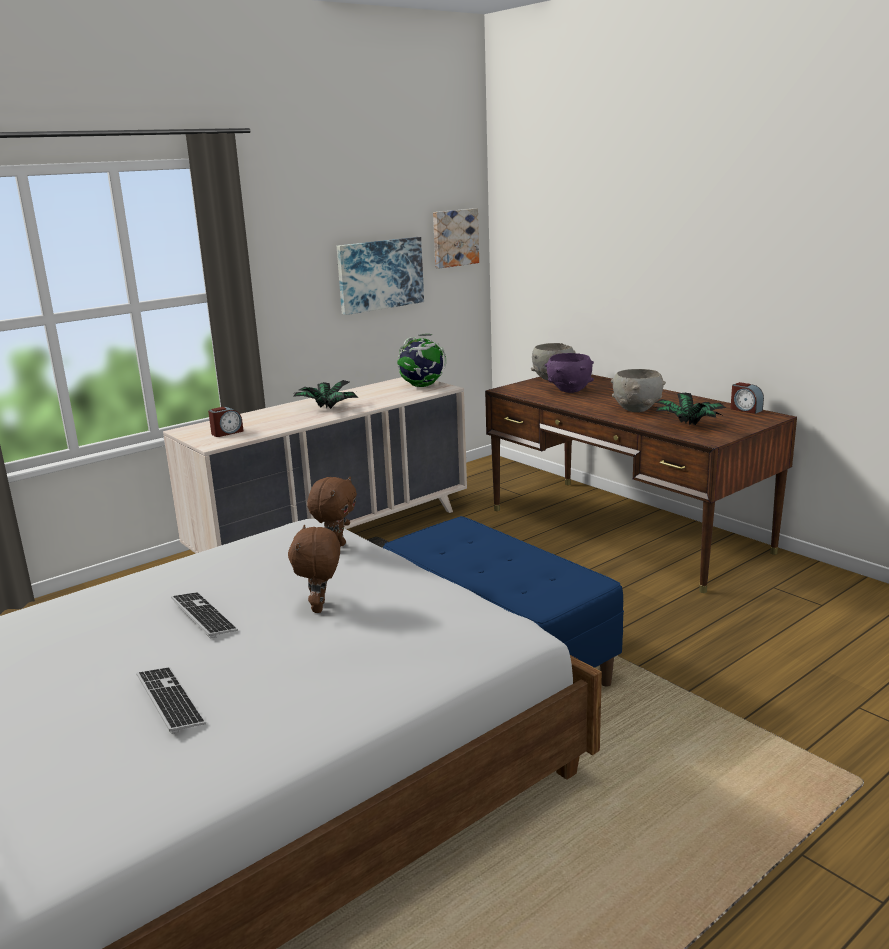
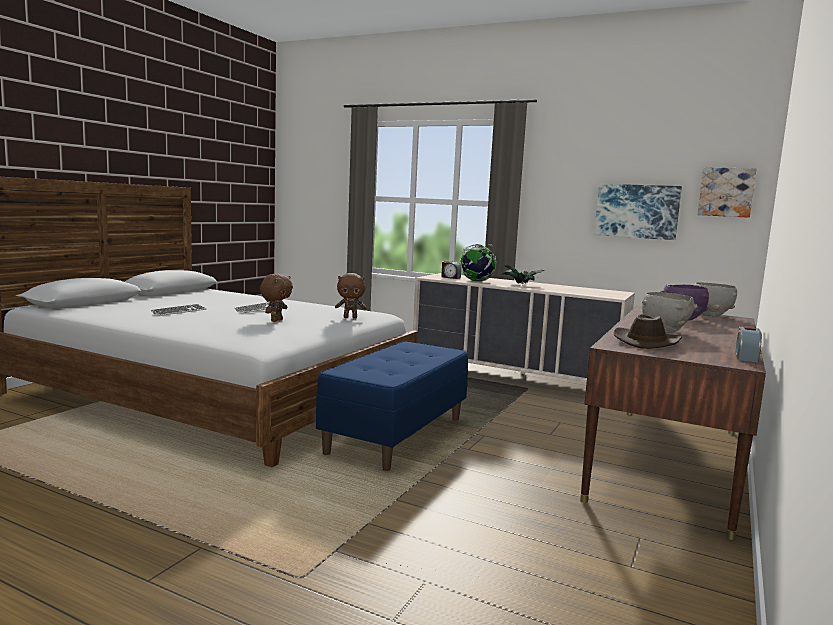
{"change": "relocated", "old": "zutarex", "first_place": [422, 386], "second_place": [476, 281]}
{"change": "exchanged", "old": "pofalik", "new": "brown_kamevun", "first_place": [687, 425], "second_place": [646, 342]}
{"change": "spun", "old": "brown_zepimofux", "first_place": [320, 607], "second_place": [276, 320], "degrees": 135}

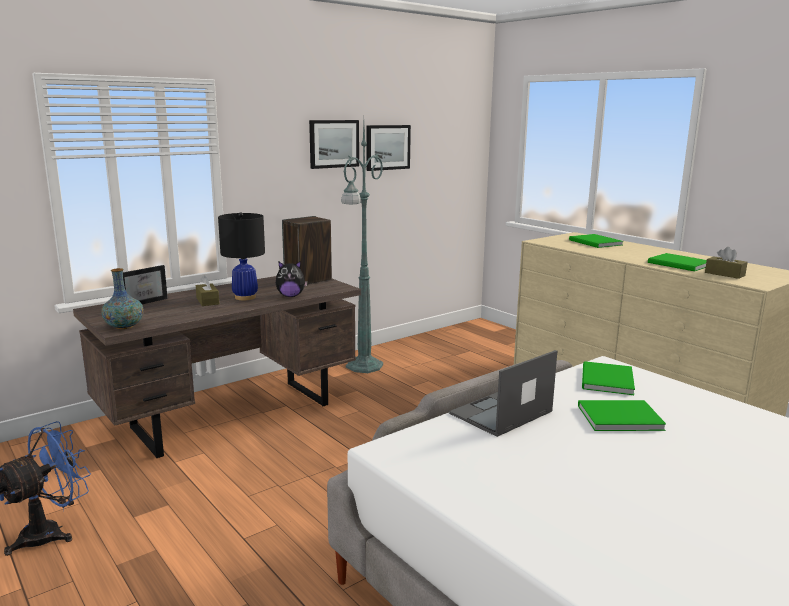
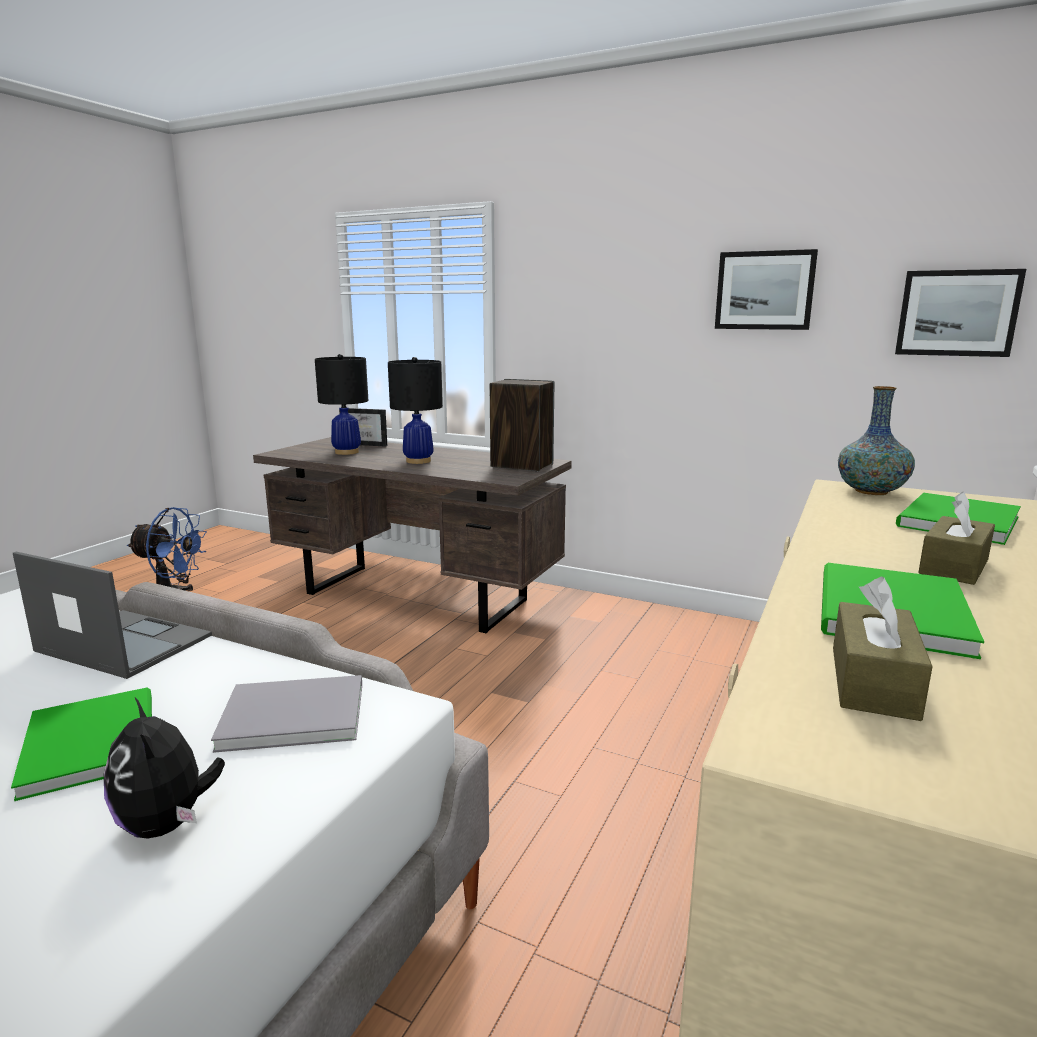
{"change": "missing", "old": "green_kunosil", "first_place": [363, 366]}
{"change": "appeared", "new": "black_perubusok", "second_place": [347, 452]}
{"change": "relocated", "old": "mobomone", "first_place": [124, 326], "second_place": [871, 491]}
{"change": "relocated", "old": "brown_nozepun", "first_place": [207, 301], "second_place": [953, 566]}
{"change": "relocated", "old": "zepimofux", "first_place": [291, 296], "second_place": [167, 823]}
{"change": "relocated", "old": "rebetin", "first_place": [334, 143], "second_place": [957, 313]}
{"change": "colour", "old": "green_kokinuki", "new": "grey_kokinuki", "first_place": [605, 380], "second_place": [289, 714]}

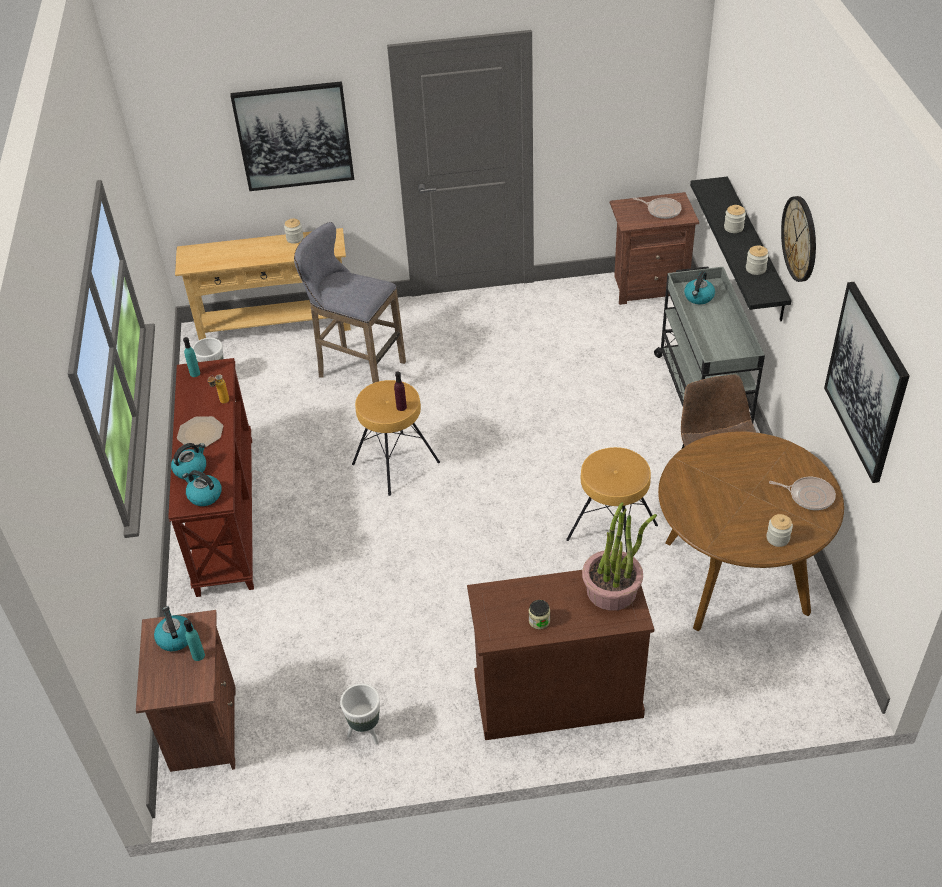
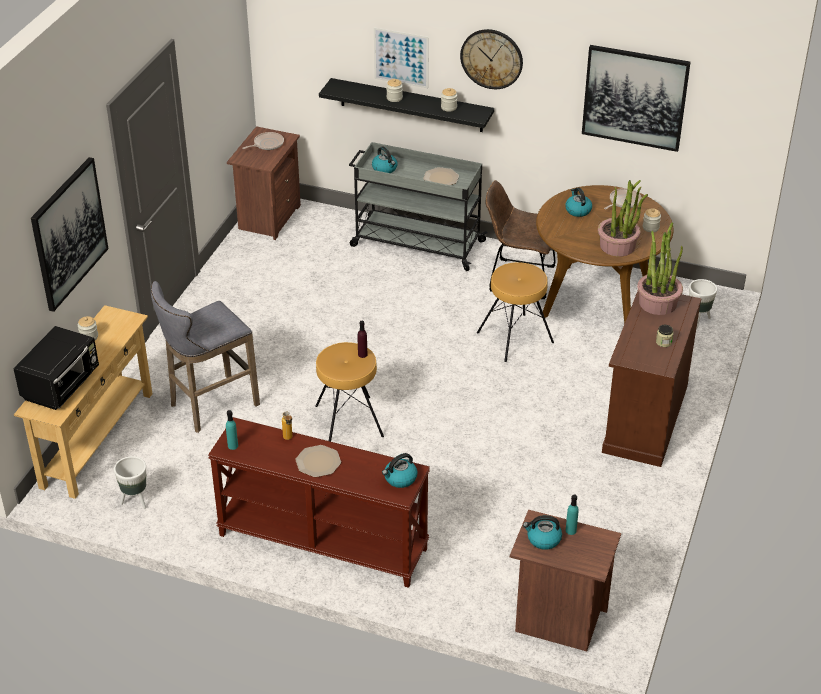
{"change": "appeared", "new": "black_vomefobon", "second_place": [62, 385]}
{"change": "appeared", "new": "rebetin", "second_place": [401, 57]}
{"change": "appeared", "new": "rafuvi", "second_place": [440, 178]}
{"change": "appeared", "new": "pofalik", "second_place": [618, 246]}
{"change": "relocated", "old": "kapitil", "first_place": [191, 469], "second_place": [577, 210]}
{"change": "relocated", "old": "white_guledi", "first_place": [365, 732], "second_place": [697, 320]}

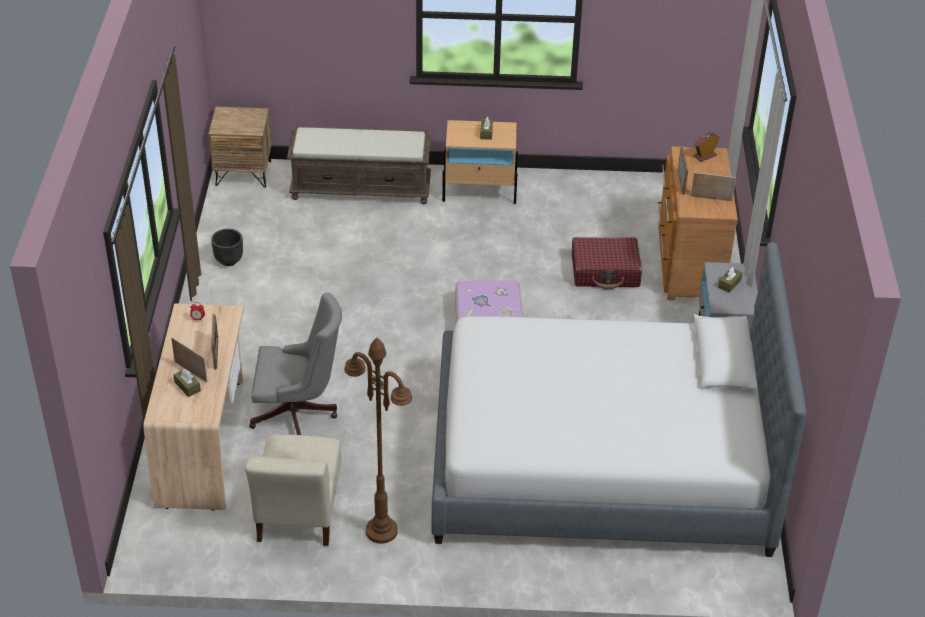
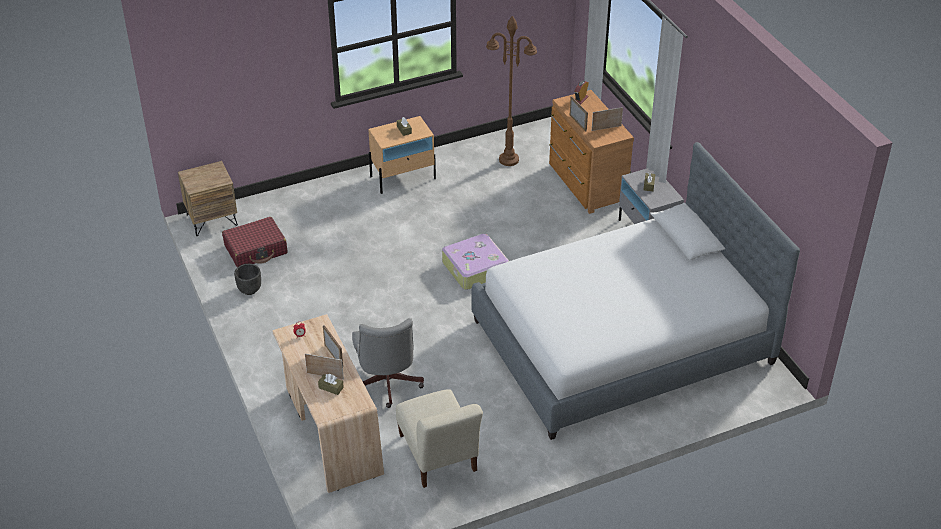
{"change": "missing", "old": "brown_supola", "first_place": [361, 188]}
{"change": "relocated", "old": "brown_kunosil", "first_place": [381, 531], "second_place": [508, 160]}
{"change": "relocated", "old": "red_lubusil", "first_place": [605, 271], "second_place": [256, 249]}
{"change": "spun", "old": "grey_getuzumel", "first_place": [298, 414], "second_place": [387, 385], "degrees": 105}

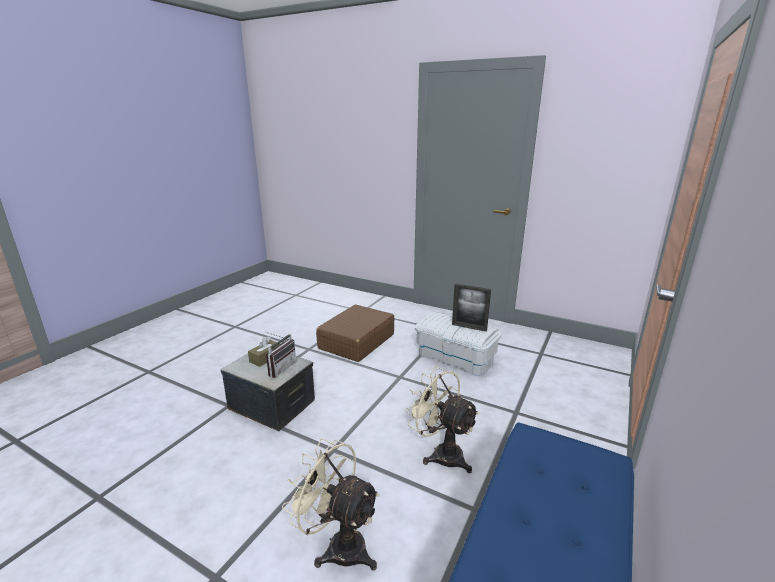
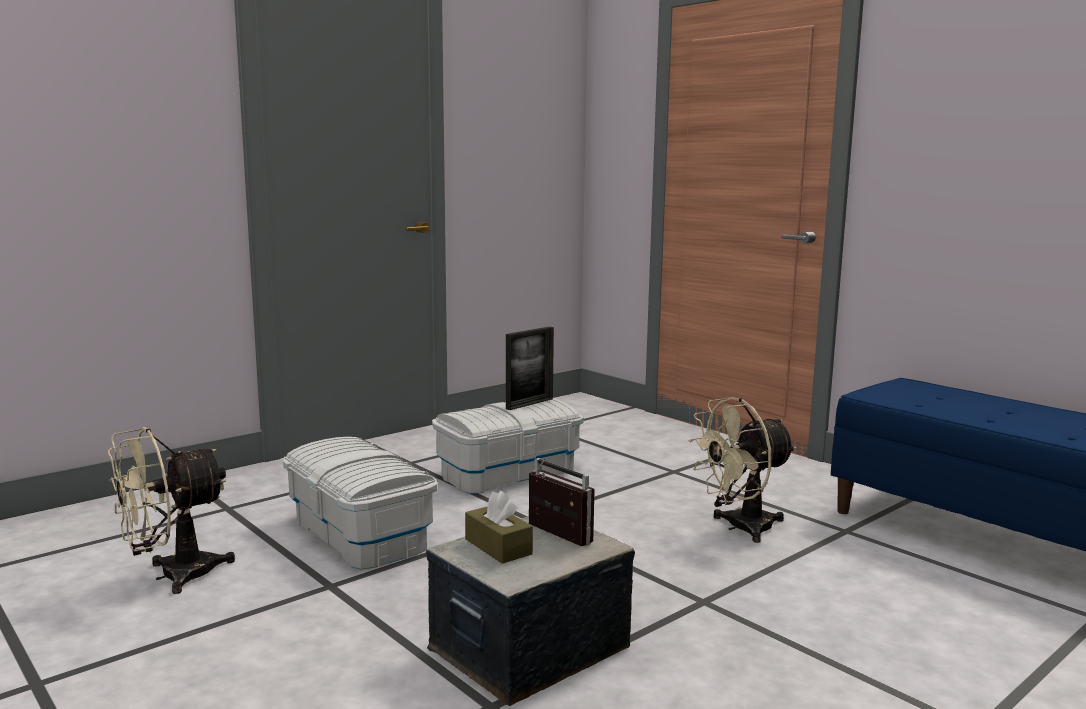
{"change": "relocated", "old": "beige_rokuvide", "first_place": [338, 545], "second_place": [172, 576]}
{"change": "exchanged", "old": "brown_lubusil", "new": "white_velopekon", "first_place": [356, 341], "second_place": [360, 534]}

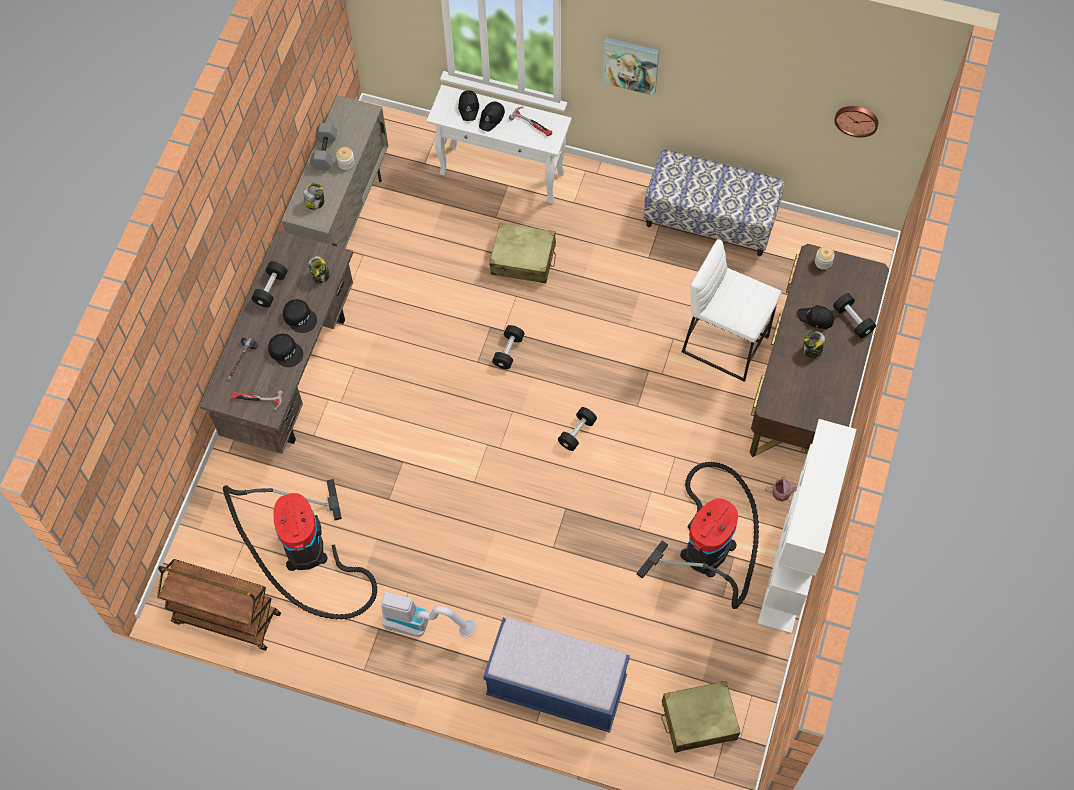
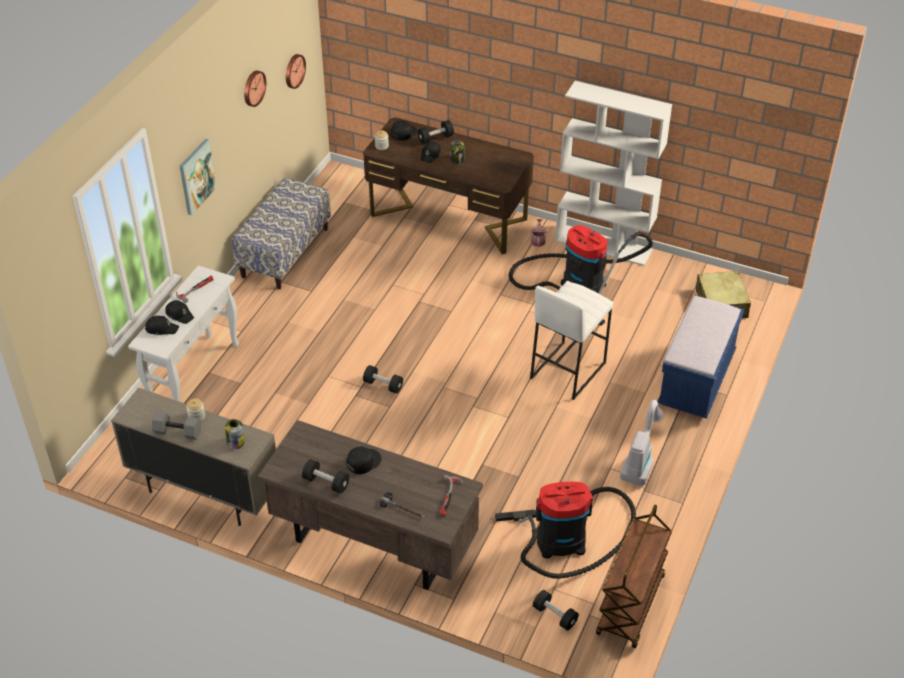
{"change": "missing", "old": "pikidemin", "first_place": [320, 275]}
{"change": "missing", "old": "beige_lubusil", "first_place": [523, 259]}
{"change": "appeared", "new": "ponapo", "second_place": [253, 88]}
{"change": "relocated", "old": "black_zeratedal", "first_place": [286, 351], "second_place": [403, 132]}
{"change": "relocated", "old": "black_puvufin", "first_place": [577, 433], "second_place": [555, 615]}
{"change": "relocated", "old": "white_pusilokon", "first_place": [725, 344], "second_place": [567, 370]}

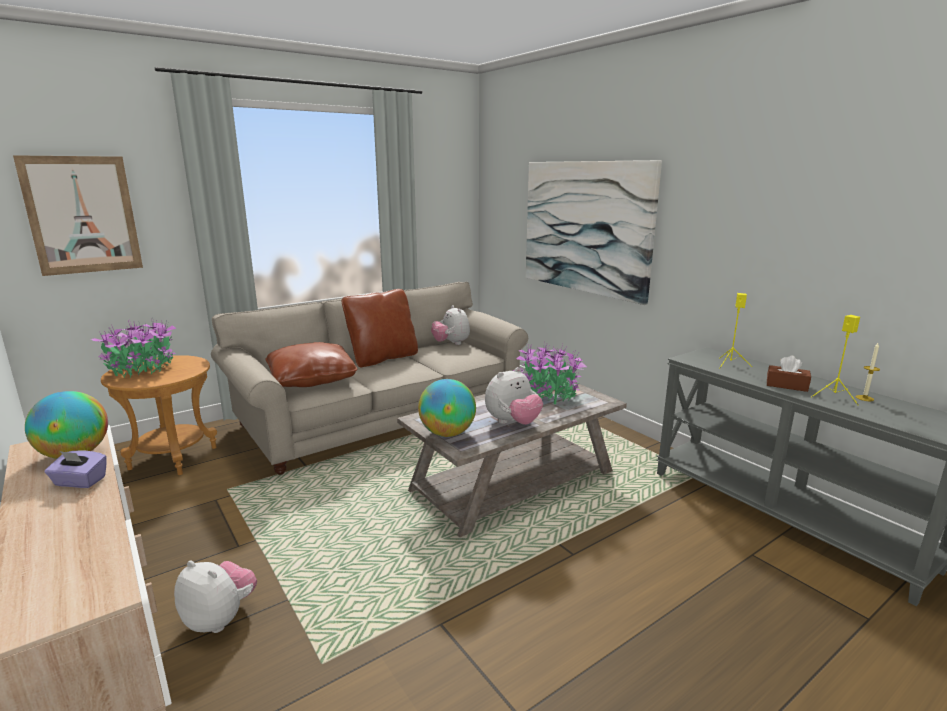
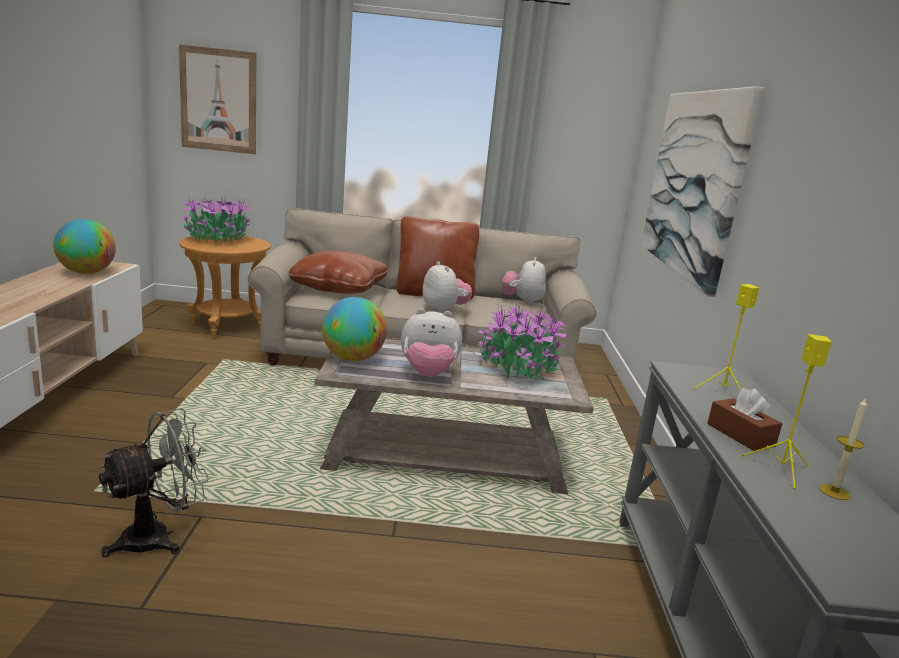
{"change": "missing", "old": "purple_nozepun", "first_place": [80, 482]}
{"change": "appeared", "new": "grey_rokuvide", "second_place": [158, 537]}
{"change": "relocated", "old": "zepimofux", "first_place": [220, 618], "second_place": [444, 310]}

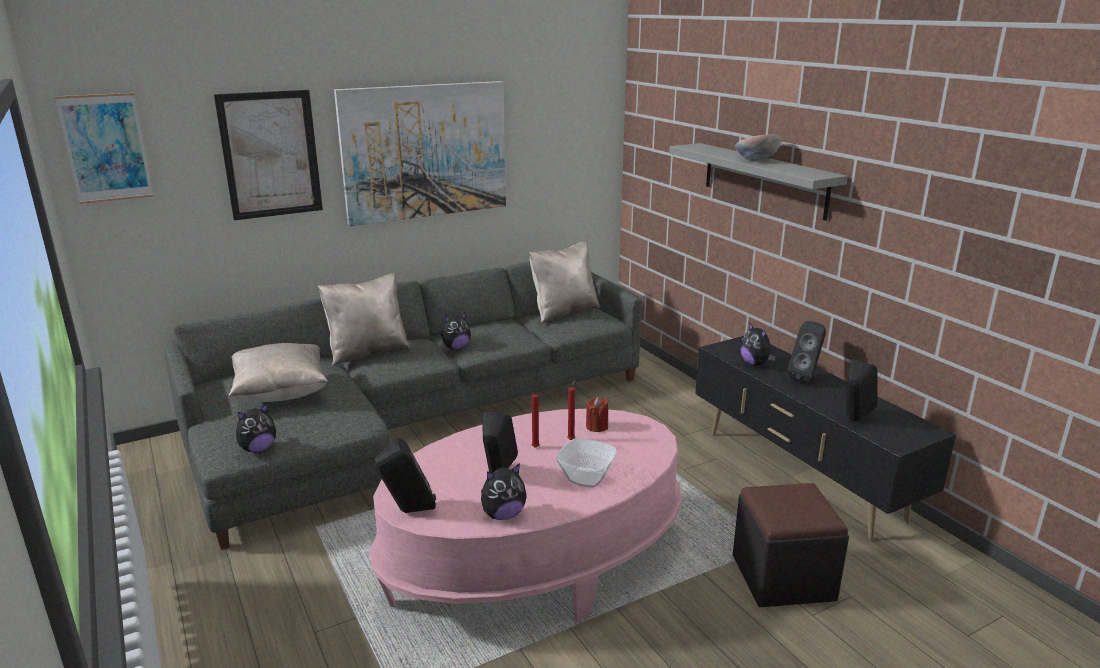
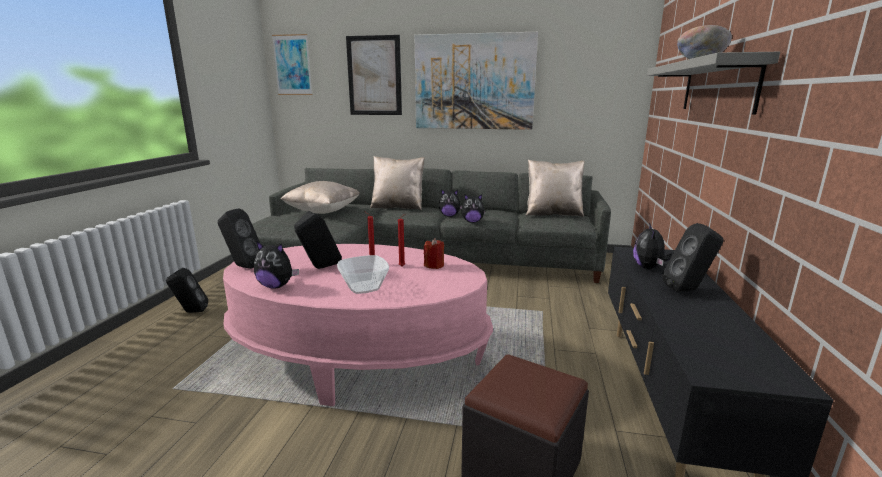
{"change": "relocated", "old": "zepimofux", "first_place": [258, 449], "second_place": [472, 222]}
{"change": "relocated", "old": "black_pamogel", "first_place": [853, 420], "second_place": [190, 312]}

